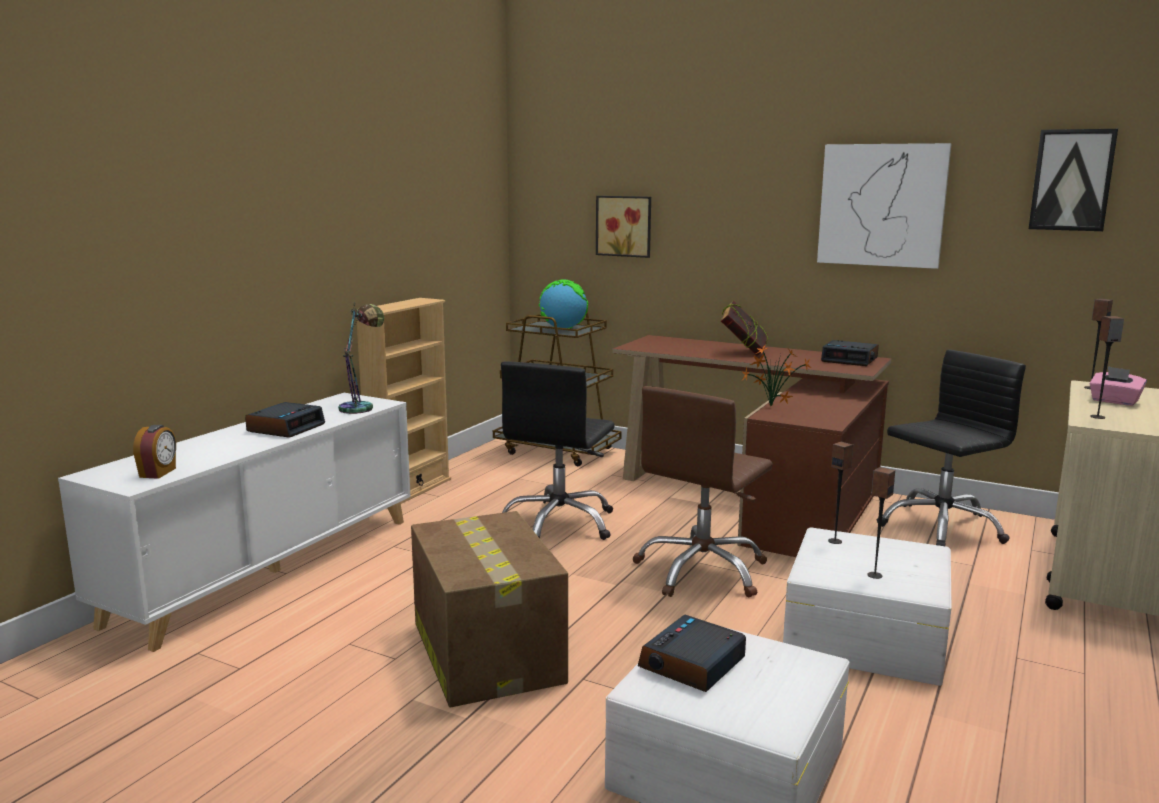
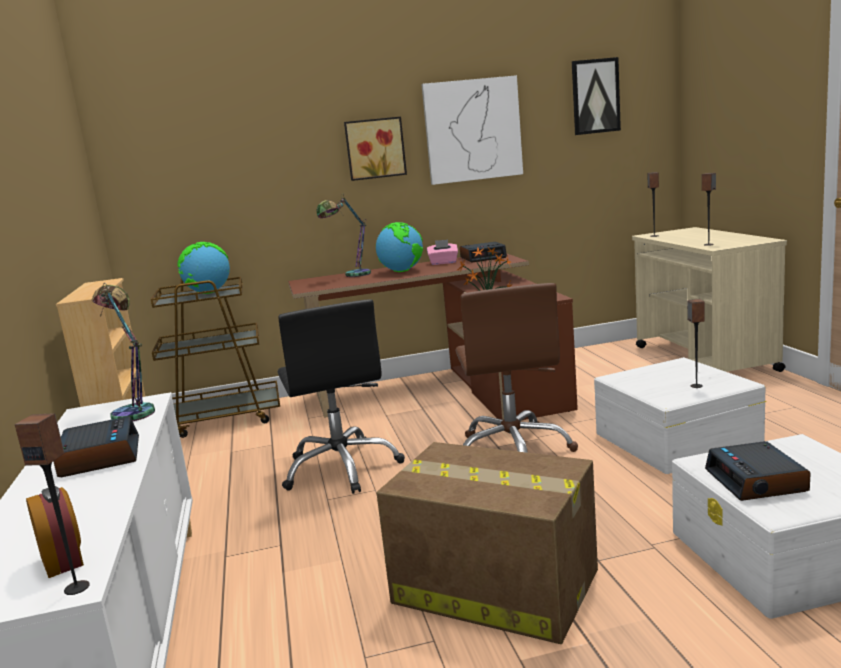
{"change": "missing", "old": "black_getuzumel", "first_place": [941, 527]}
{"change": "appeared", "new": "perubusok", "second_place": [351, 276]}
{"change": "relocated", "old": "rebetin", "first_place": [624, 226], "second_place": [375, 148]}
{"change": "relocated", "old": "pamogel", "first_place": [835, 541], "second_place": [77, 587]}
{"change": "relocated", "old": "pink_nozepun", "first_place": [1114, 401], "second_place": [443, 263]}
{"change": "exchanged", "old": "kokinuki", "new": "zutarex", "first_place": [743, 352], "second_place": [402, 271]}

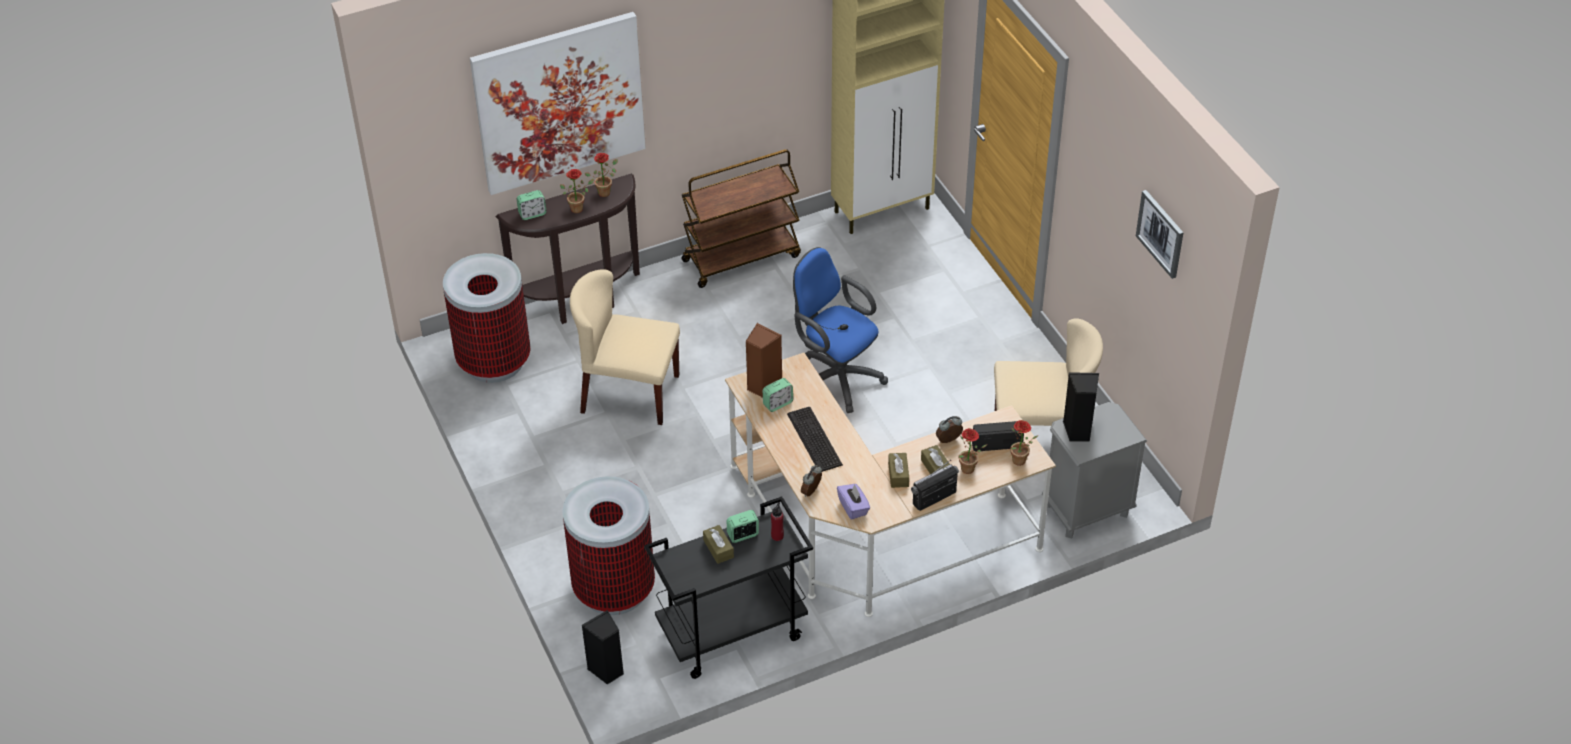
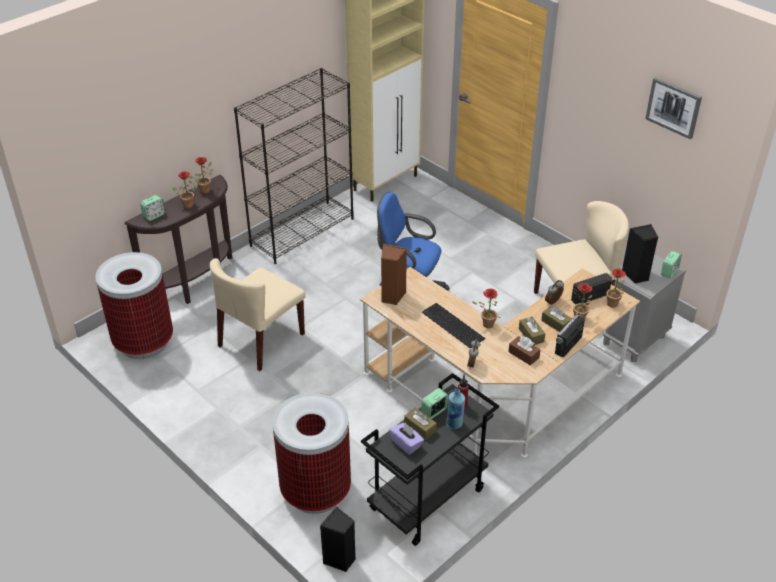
{"change": "missing", "old": "rebetin", "first_place": [559, 102]}
{"change": "appeared", "new": "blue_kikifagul", "second_place": [454, 424]}
{"change": "appeared", "new": "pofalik", "second_place": [486, 325]}
{"change": "appeared", "new": "brown_nozepun", "second_place": [523, 355]}
{"change": "relocated", "old": "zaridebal", "first_place": [778, 403], "second_place": [669, 272]}
{"change": "relocated", "old": "purple_nozepun", "first_place": [853, 507], "second_place": [406, 444]}
{"change": "exchanged", "old": "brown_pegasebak", "new": "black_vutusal", "first_place": [742, 257], "second_place": [302, 231]}
{"change": "spun", "old": "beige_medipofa", "first_place": [629, 393], "second_place": [261, 340], "degrees": -45}

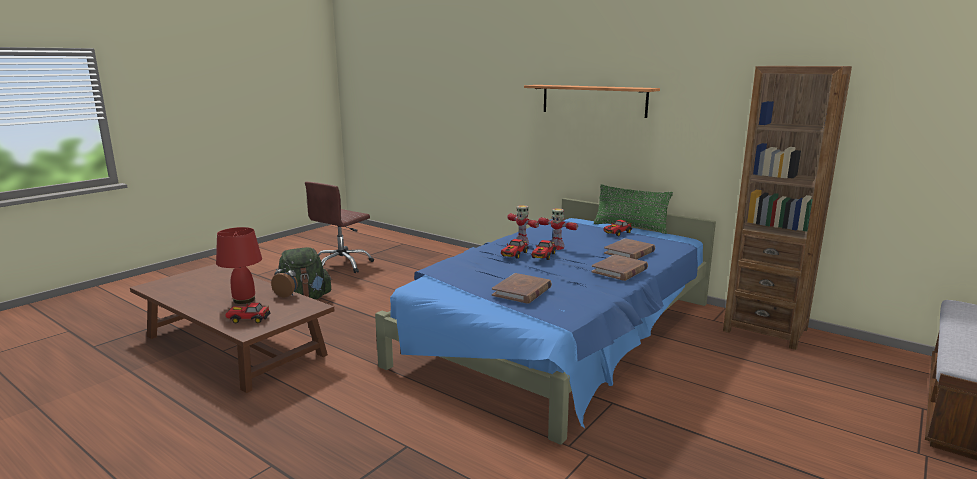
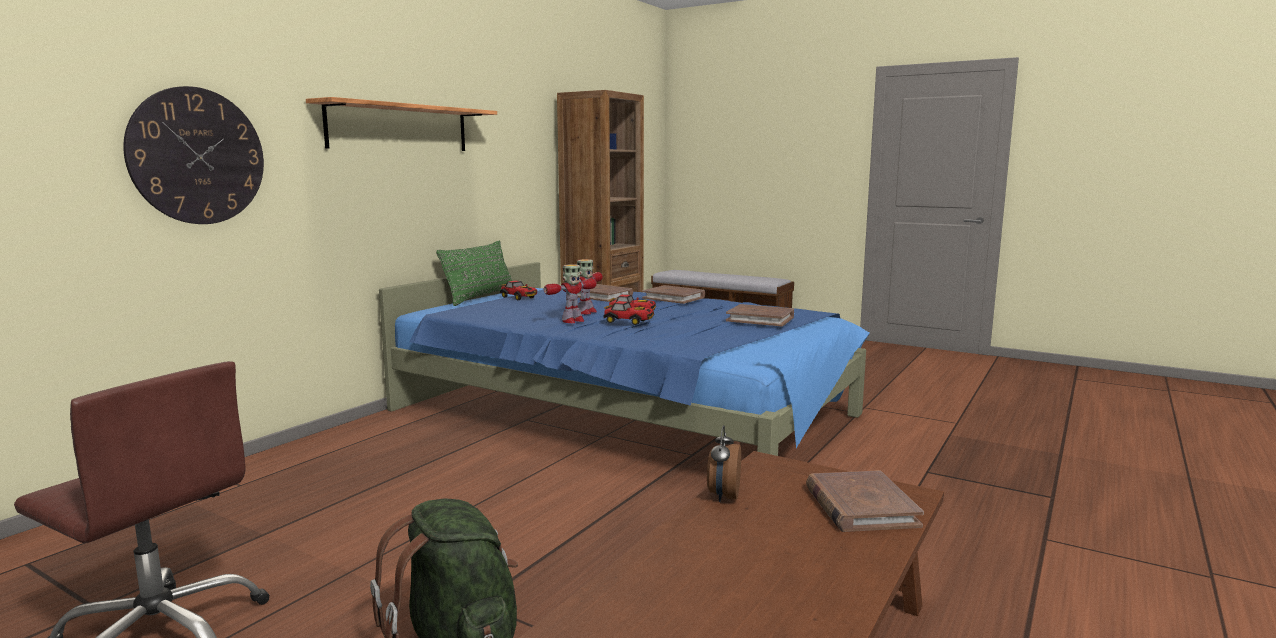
{"change": "missing", "old": "red_perubusok", "first_place": [244, 300]}
{"change": "appeared", "new": "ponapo", "second_place": [197, 156]}
{"change": "exchanged", "old": "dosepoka", "new": "brown_kokinuki", "first_place": [248, 319], "second_place": [860, 506]}

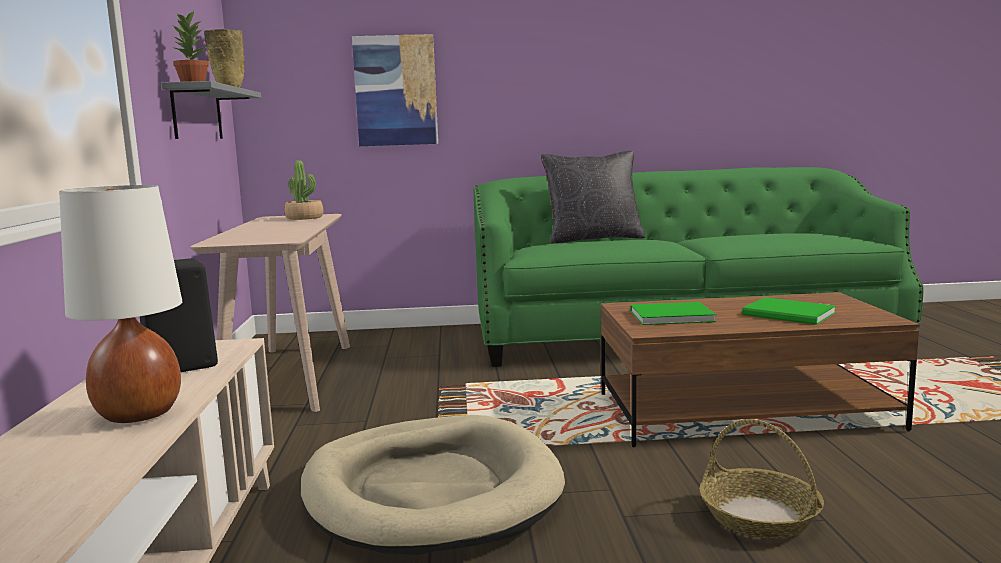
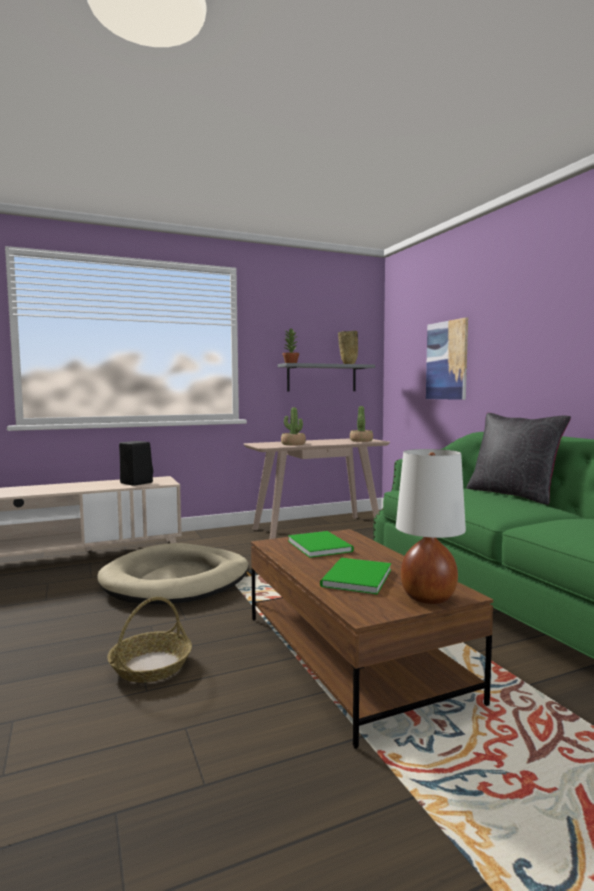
{"change": "appeared", "new": "pofalik", "second_place": [293, 444]}
{"change": "relocated", "old": "white_perubusok", "first_place": [137, 414], "second_place": [427, 597]}

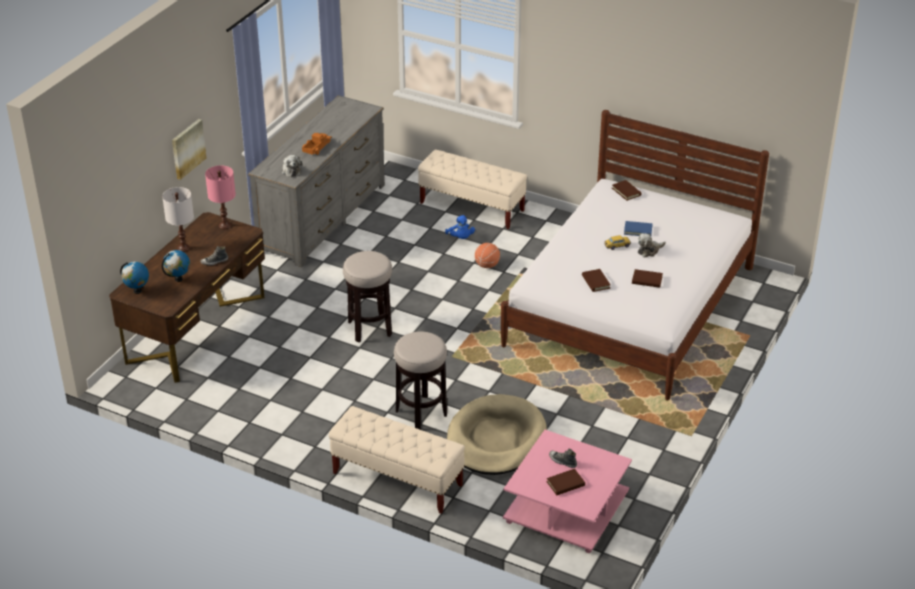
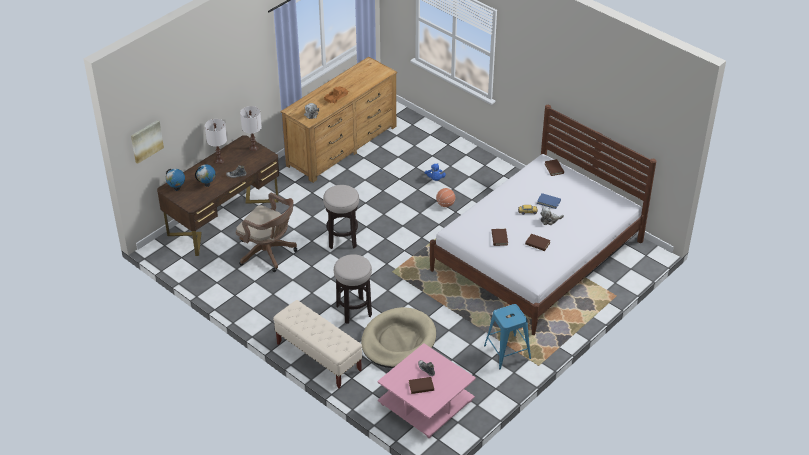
{"change": "missing", "old": "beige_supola", "first_place": [472, 207]}
{"change": "appeared", "new": "brown_getuzumel", "second_place": [269, 253]}
{"change": "appeared", "new": "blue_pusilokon", "second_place": [507, 352]}
{"change": "relocated", "old": "rebetin", "first_place": [187, 148], "second_place": [146, 141]}
{"change": "colour", "old": "pink_perubusok", "new": "white_perubusok", "first_place": [225, 225], "second_place": [253, 148]}
{"change": "colour", "old": "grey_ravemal", "new": "brown_ravemal", "first_place": [323, 218], "second_place": [342, 146]}

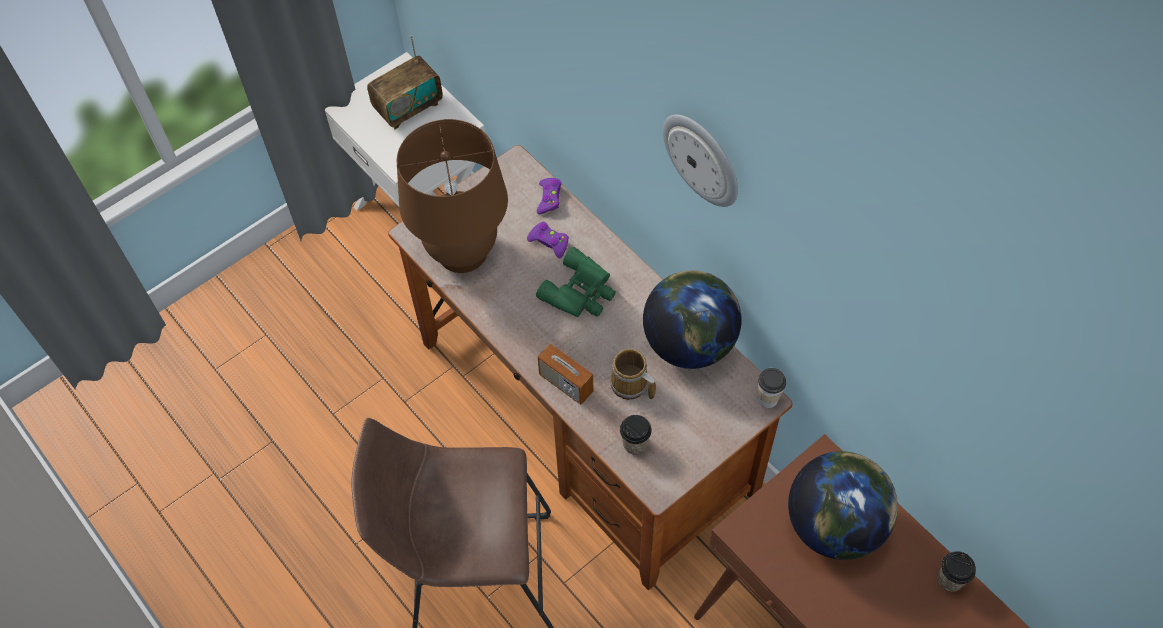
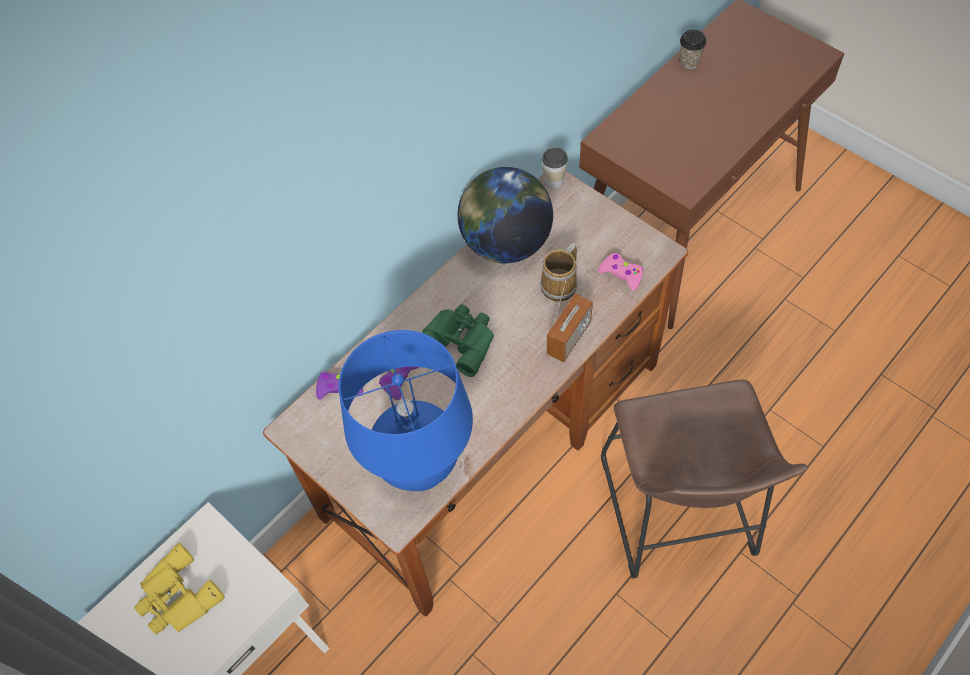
{"change": "missing", "old": "ponapo", "first_place": [702, 159]}
{"change": "missing", "old": "zutarex", "first_place": [835, 524]}
{"change": "exchanged", "old": "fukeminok", "new": "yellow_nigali", "first_place": [408, 108], "second_place": [177, 598]}
{"change": "exchanged", "old": "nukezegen", "new": "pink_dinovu", "first_place": [635, 444], "second_place": [621, 274]}
{"change": "colour", "old": "brown_perubusok", "new": "blue_perubusok", "first_place": [462, 251], "second_place": [419, 464]}

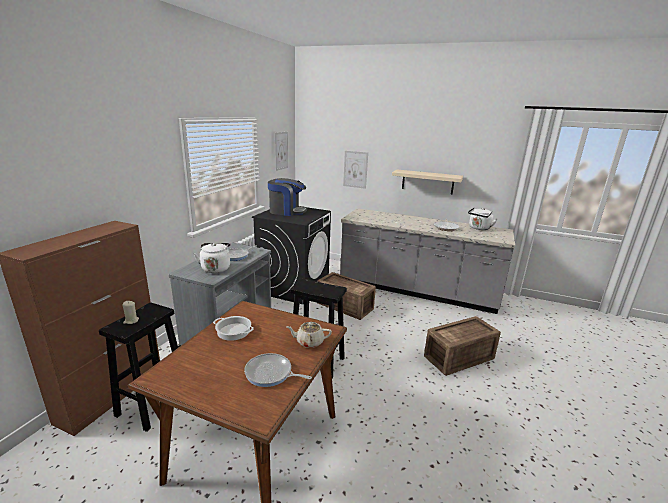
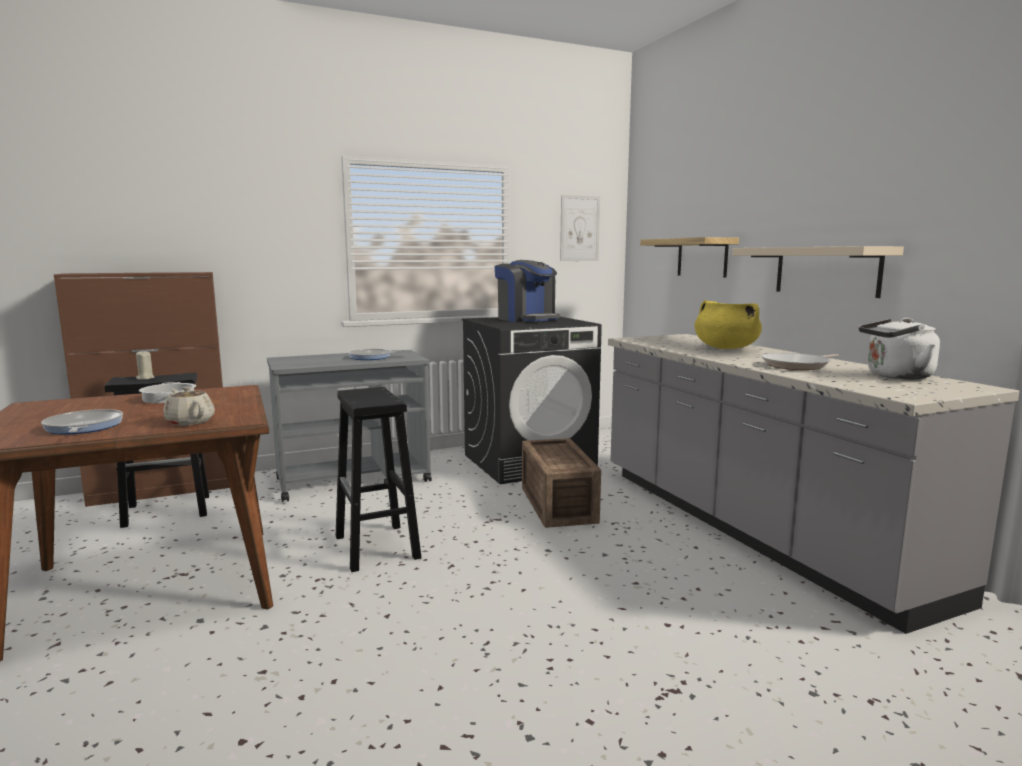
{"change": "missing", "old": "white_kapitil", "first_place": [216, 268]}
{"change": "missing", "old": "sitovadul", "first_place": [460, 358]}
{"change": "appeared", "new": "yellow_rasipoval", "second_place": [725, 348]}
{"change": "exchanged", "old": "rebetin", "new": "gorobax", "first_place": [355, 169], "second_place": [702, 257]}

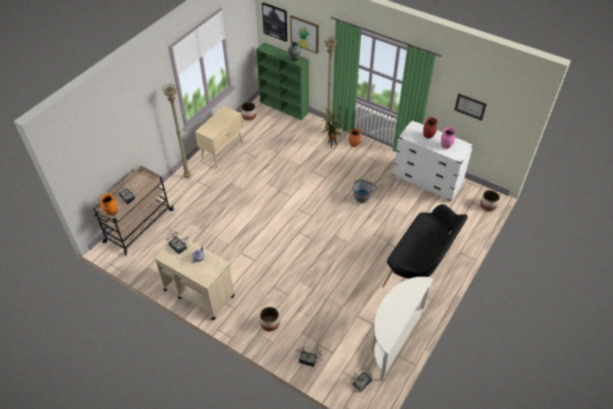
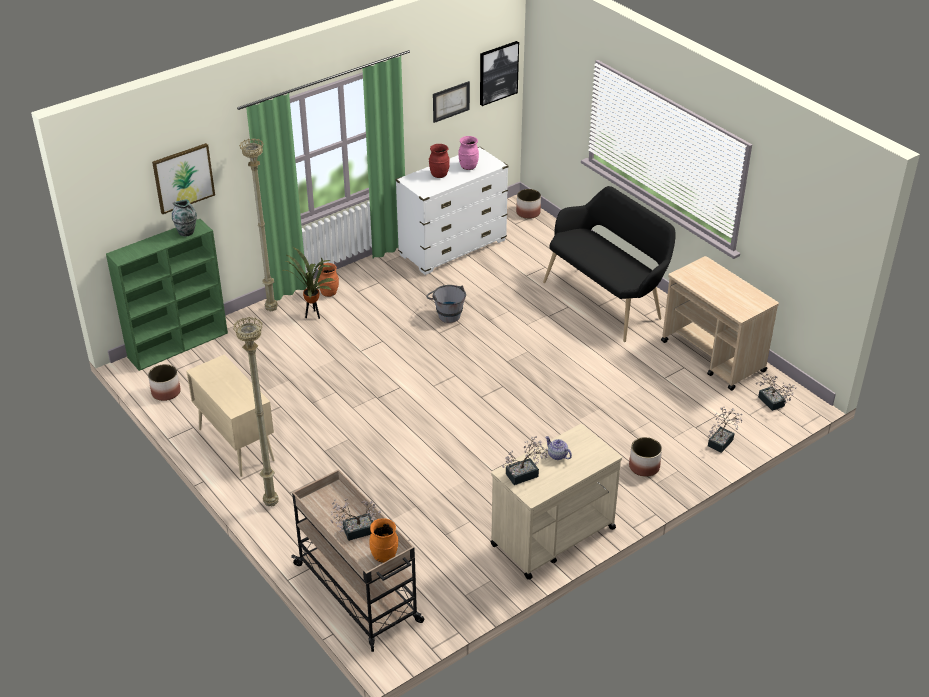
{"change": "relocated", "old": "rebetin", "first_place": [275, 21], "second_place": [498, 72]}
{"change": "exchanged", "old": "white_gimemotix", "new": "beige_pegasebak", "first_place": [392, 339], "second_place": [713, 357]}

